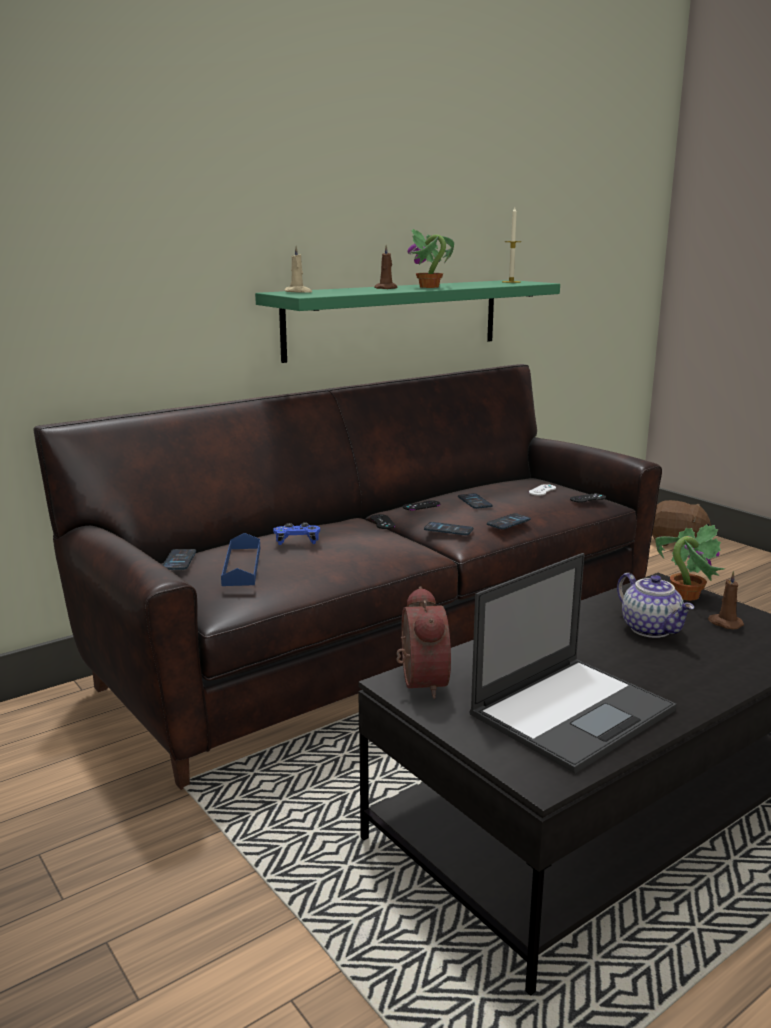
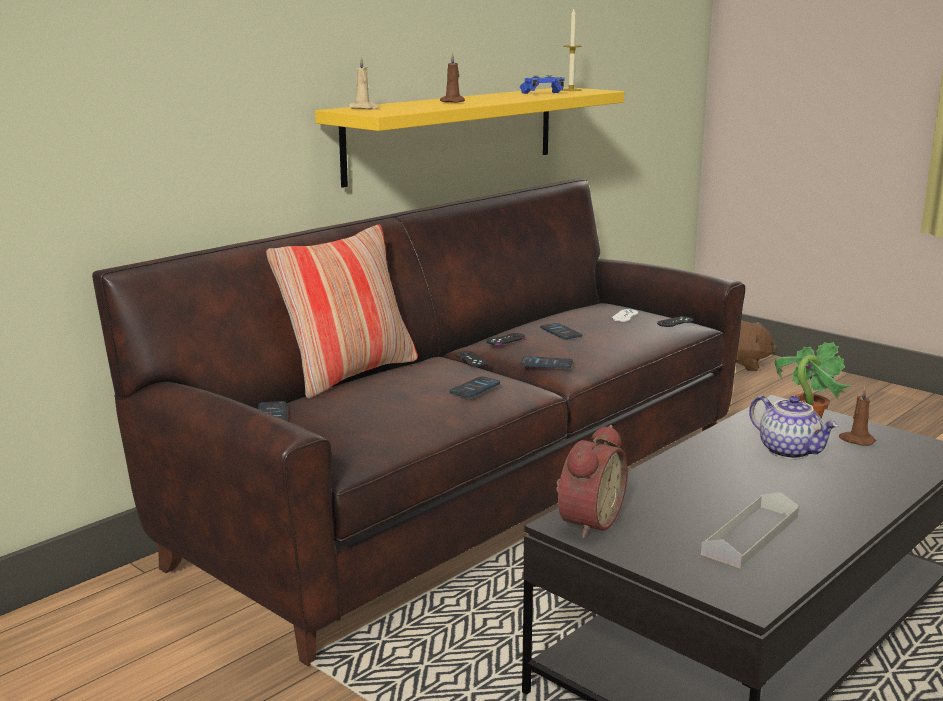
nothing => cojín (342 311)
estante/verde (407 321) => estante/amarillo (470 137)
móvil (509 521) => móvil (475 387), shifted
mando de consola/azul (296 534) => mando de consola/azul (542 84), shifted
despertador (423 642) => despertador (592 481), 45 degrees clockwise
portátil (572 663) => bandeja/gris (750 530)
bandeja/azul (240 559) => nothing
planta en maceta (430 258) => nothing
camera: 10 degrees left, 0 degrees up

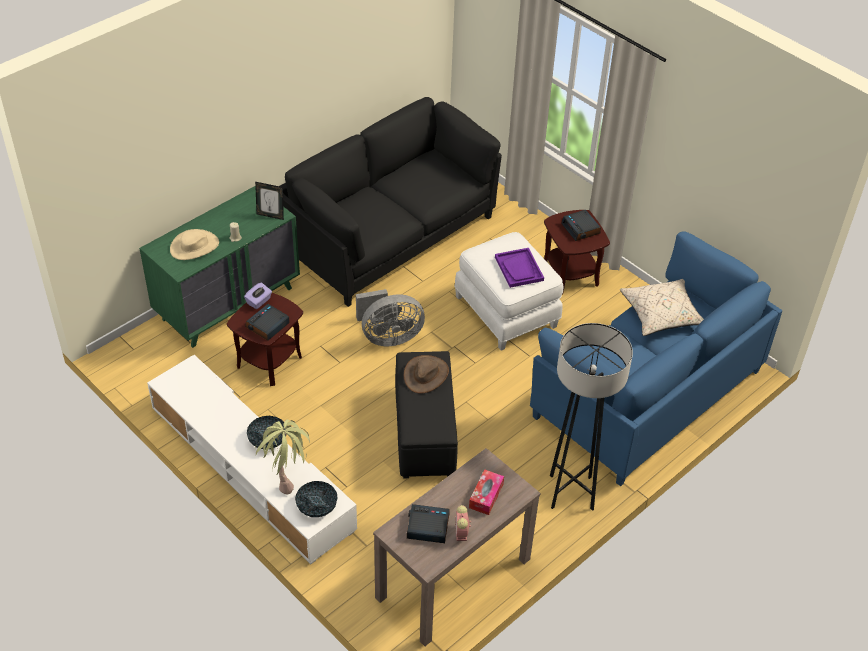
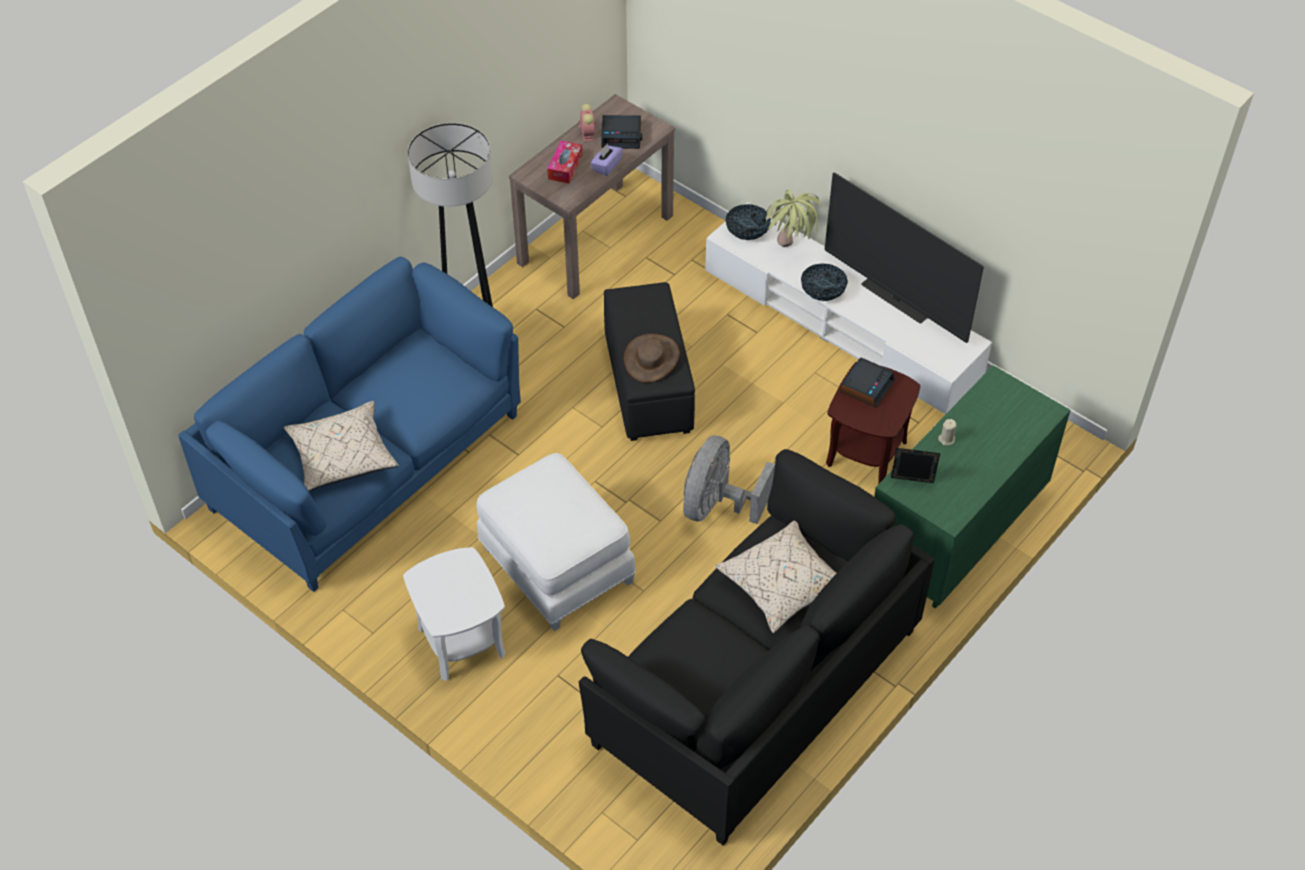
mesa auxiliar/marrón (577 252) => mesa auxiliar/blanco (454 614)
caja de pañuelos/morado (258 295) => caja de pañuelos/morado (606 159), shifted
ventilador/gris (390 317) => ventilador/gris (729 479), 45 degrees counterclockwise
nothing => cojín/beis (776 577)
nothing => televisor (904 257)
sombrero/beis (194 244) => nothing
bandeja/morado (519 268) => nothing
despertador (581 225) => nothing
camera: 175 degrees right, 5 degrees up

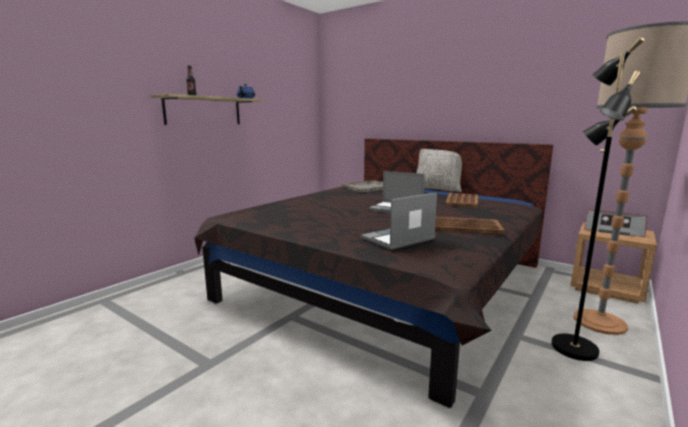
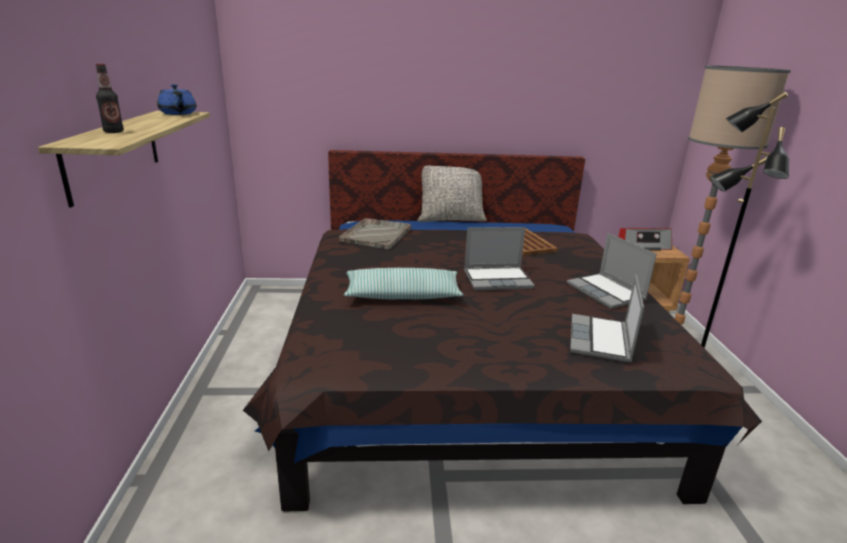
nothing => cojín (403 283)
bandeja/marrón (470 225) => portátil (612 271)
camera: 40 degrees left, 10 degrees up

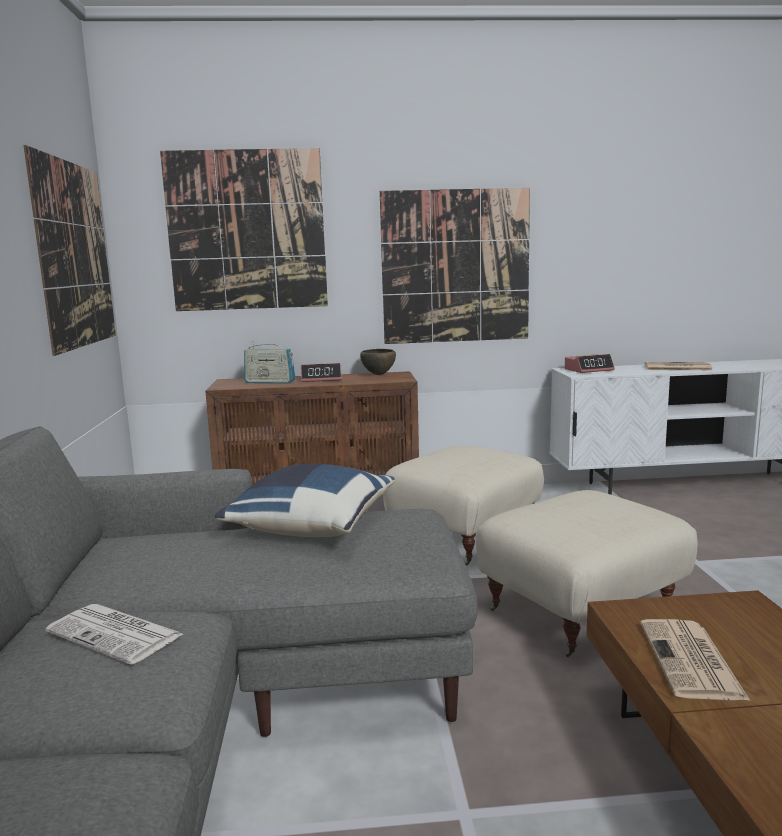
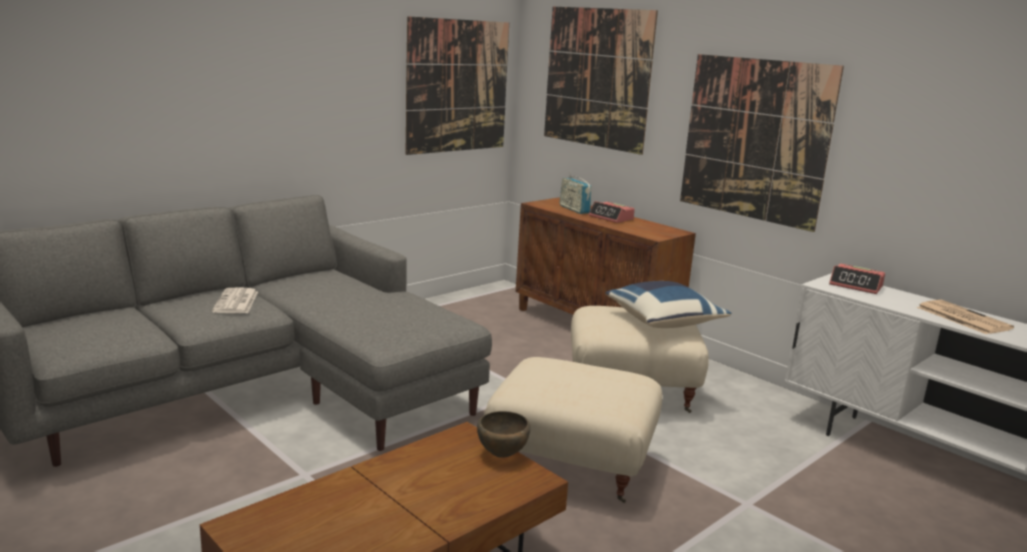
cuenco/marrón (378 362) => cuenco/marrón (503 434), shifted
cojín/azul (305 500) => cojín/azul (668 304), shifted
periódico (695 660) => nothing
camera: 50 degrees right, 5 degrees up

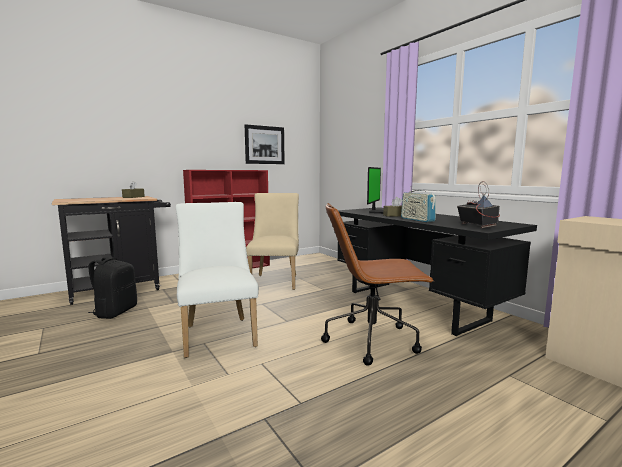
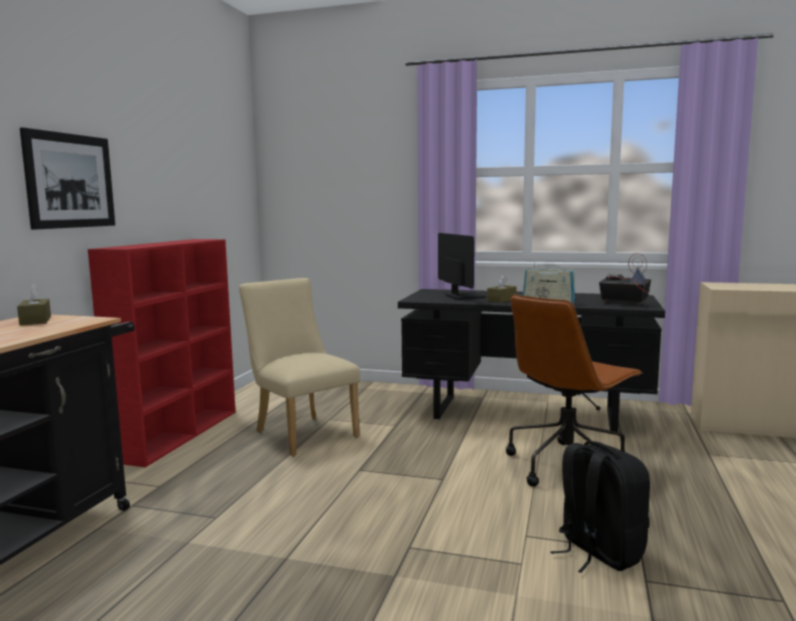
cuadro (265 144) => cuadro (67 178), shifted
mochila/negro (112 288) => mochila/negro (600 507), shifted
silla/blanco (217 280) => nothing
camera: 40 degrees left, 0 degrees up

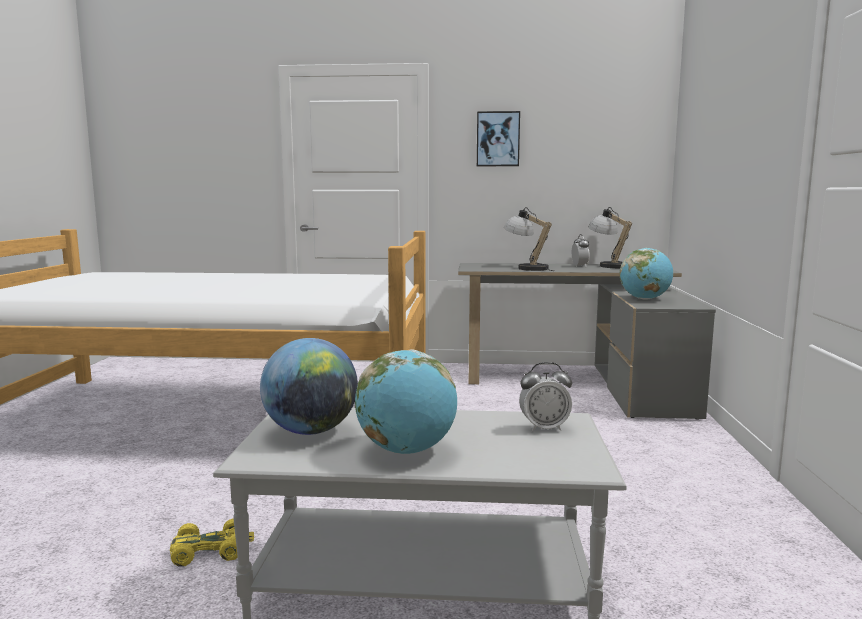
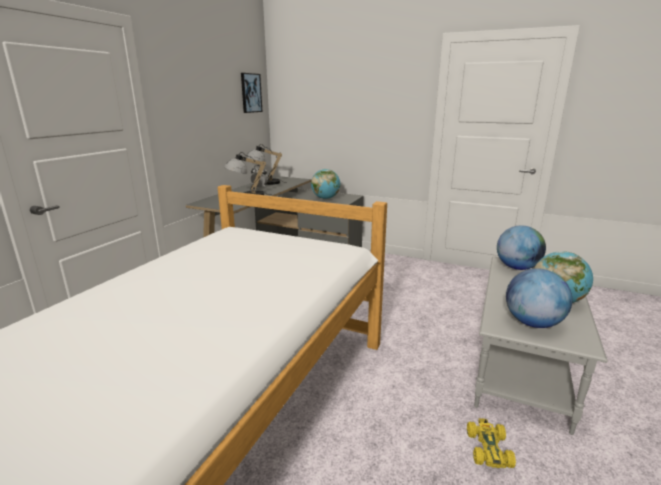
cuadro (498 138) => cuadro (252 93), shifted
despertador (545 397) => globo terráqueo (521 247)
camera: 70 degrees left, 10 degrees up

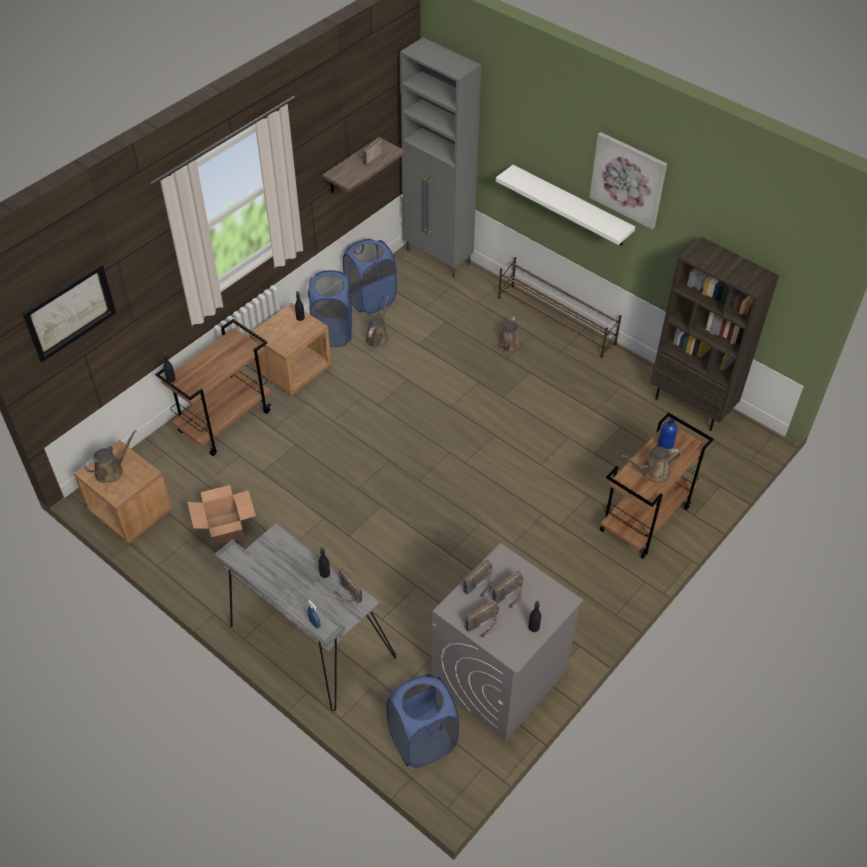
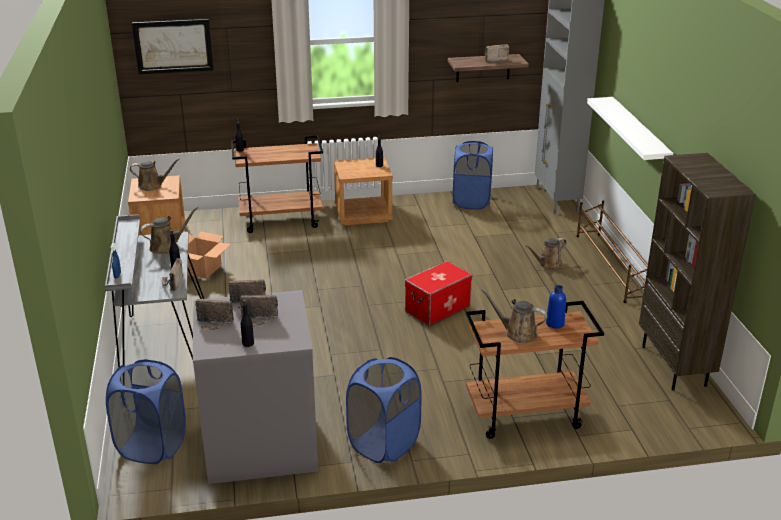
regadera/marrón (377 321) => regadera/marrón (169 230), shifted
cesto de la ropa/azul (330 308) => cesto de la ropa/azul (384 410), shifted
nothing => caja de almacenaje (438 293)
cuadro (628 180) => nothing
camera: 40 degrees right, 20 degrees down

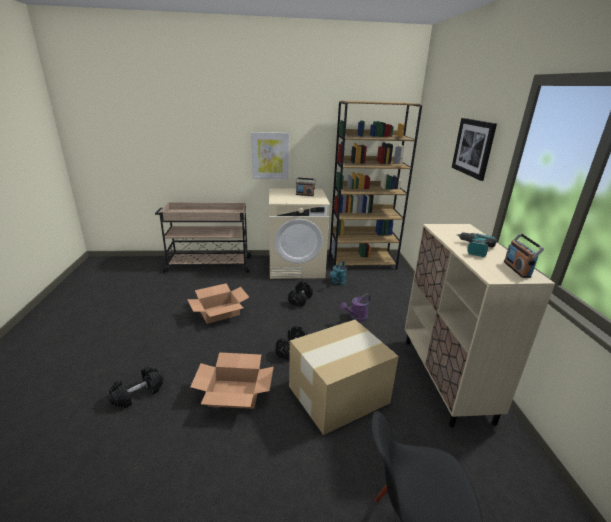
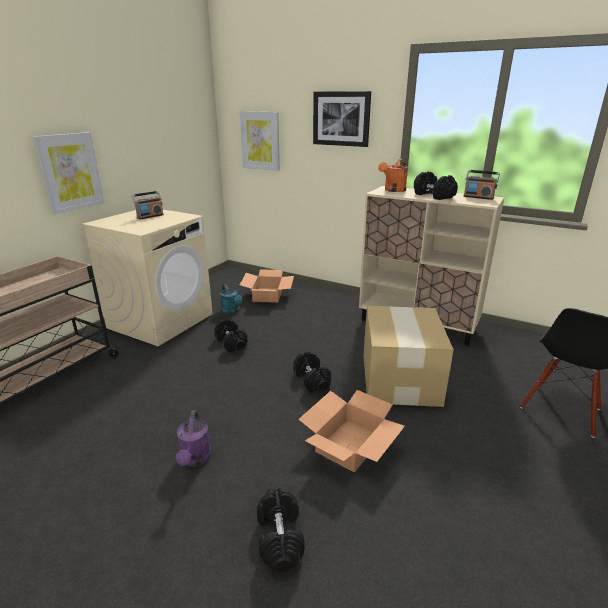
regadera/morado (355 307) => regadera/morado (194 438), shifted
nothing => cuadro (260 141)
caja de cartón (218 303) => caja de cartón (267 285), shifted
nothing => regadera/naranja (392 175)
taladro (477 244) => mancuerna/negro (436 185)
estantería/marrón (375 185) => nothing
camera: 55 degrees left, 0 degrees up

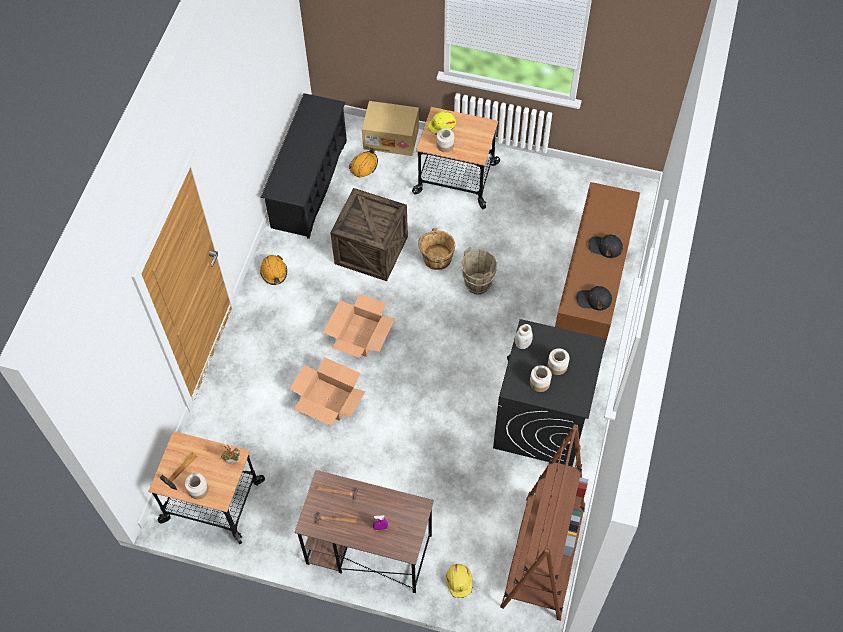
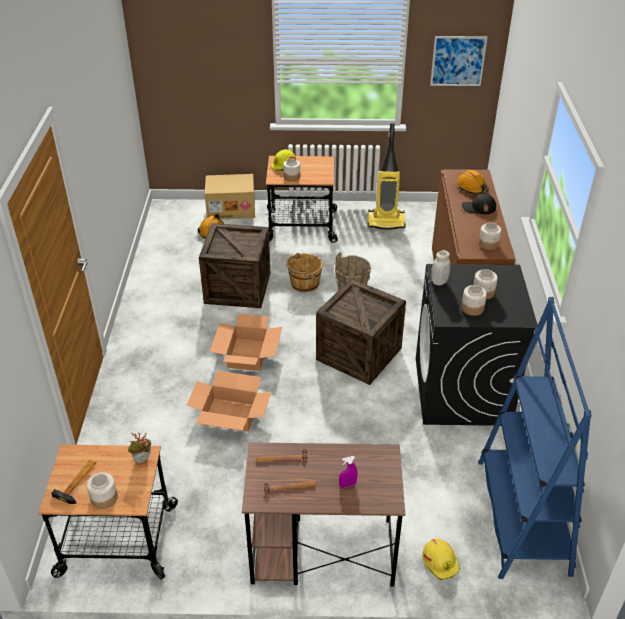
nothing => caja de embalaje (361 332)
nothing => aspiradora (387 176)
nothing => cuadro (458 61)
casco/naranja (273 270) => casco/naranja (473 182), shifted
estantería/marrón (544 522) => estantería/azul (535 438)
gorra/negro (594 298) => tarro (490 236)
zapatero/negro (303 166) => nothing
camera: 15 degrees left, 20 degrees down

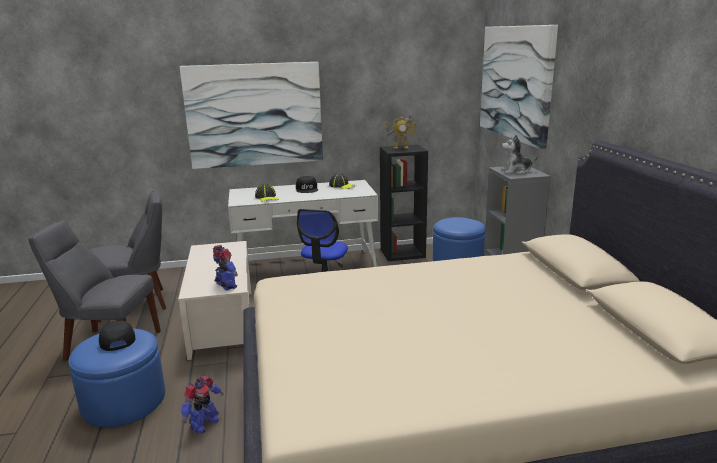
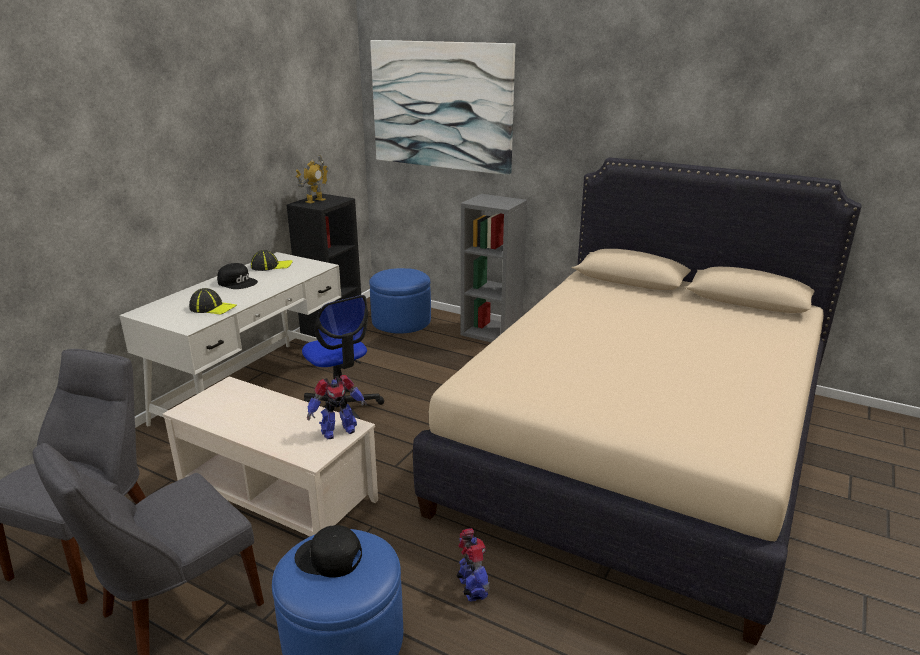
robot de juguete (225 268) => robot de juguete (337 407), 150 degrees clockwise
cuadro (251 115) => nothing
peluche (519 154) => nothing
camera: 50 degrees left, 5 degrees up

